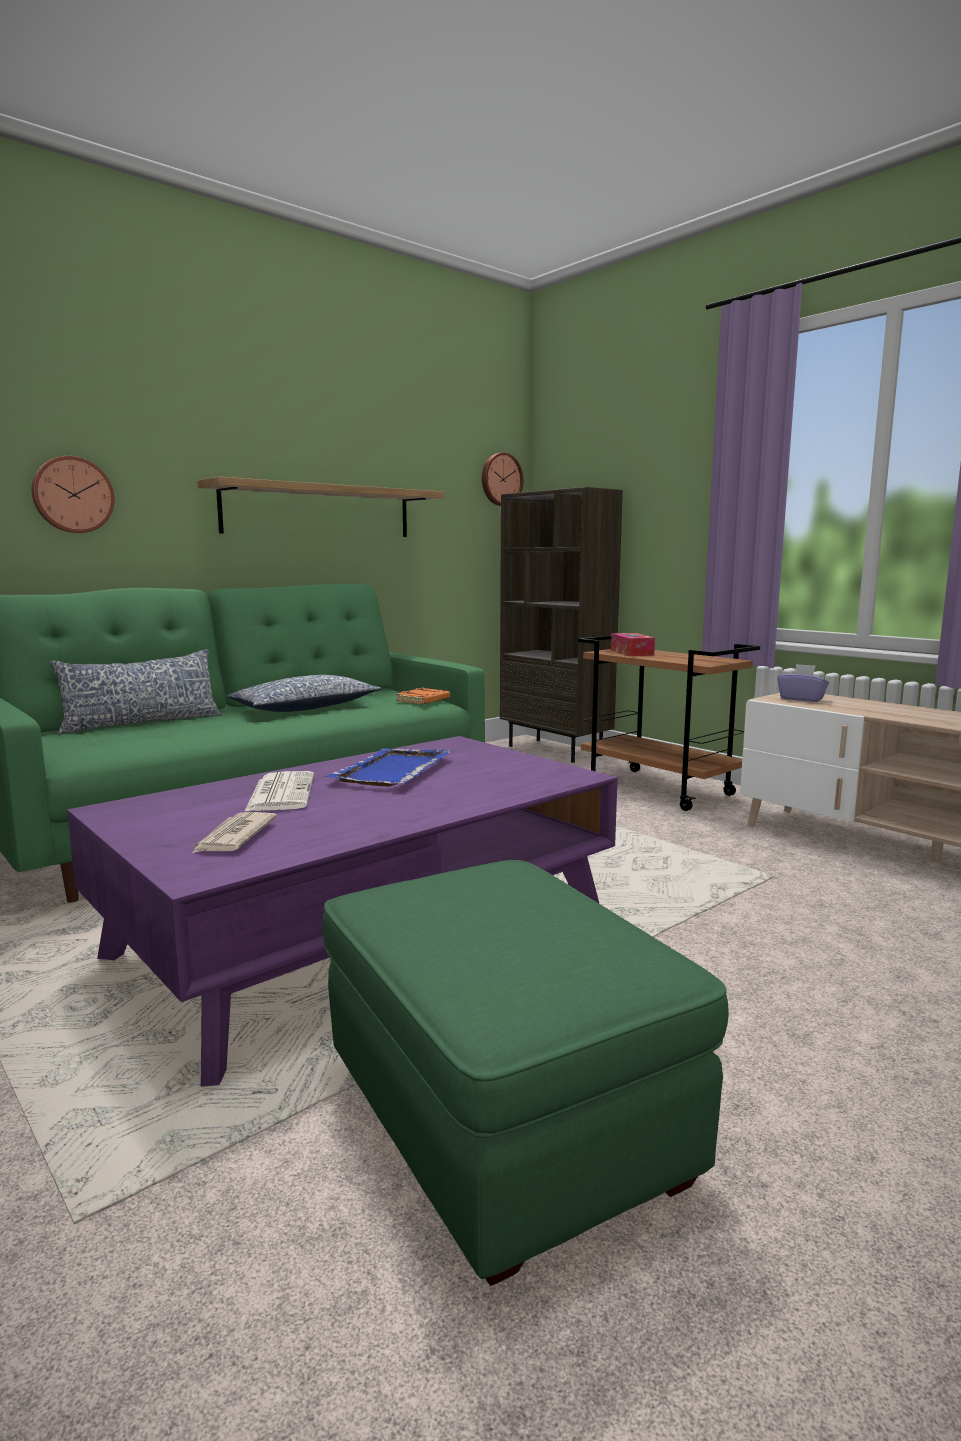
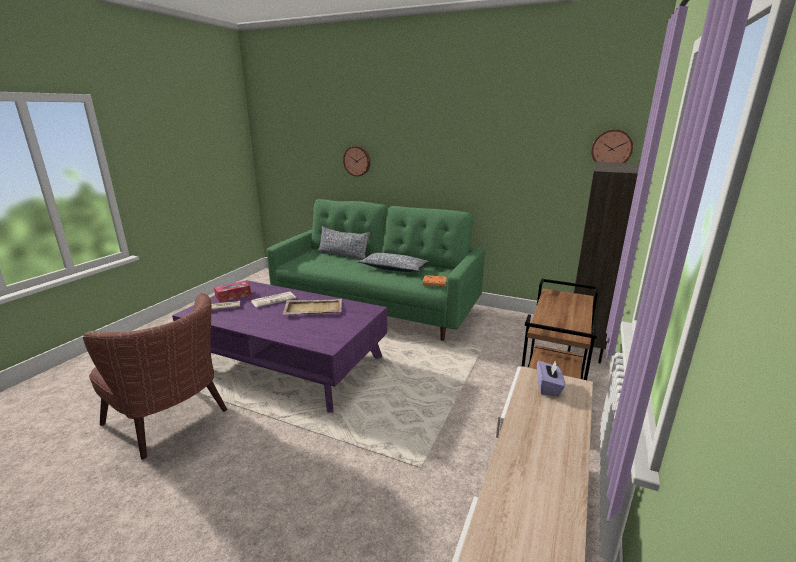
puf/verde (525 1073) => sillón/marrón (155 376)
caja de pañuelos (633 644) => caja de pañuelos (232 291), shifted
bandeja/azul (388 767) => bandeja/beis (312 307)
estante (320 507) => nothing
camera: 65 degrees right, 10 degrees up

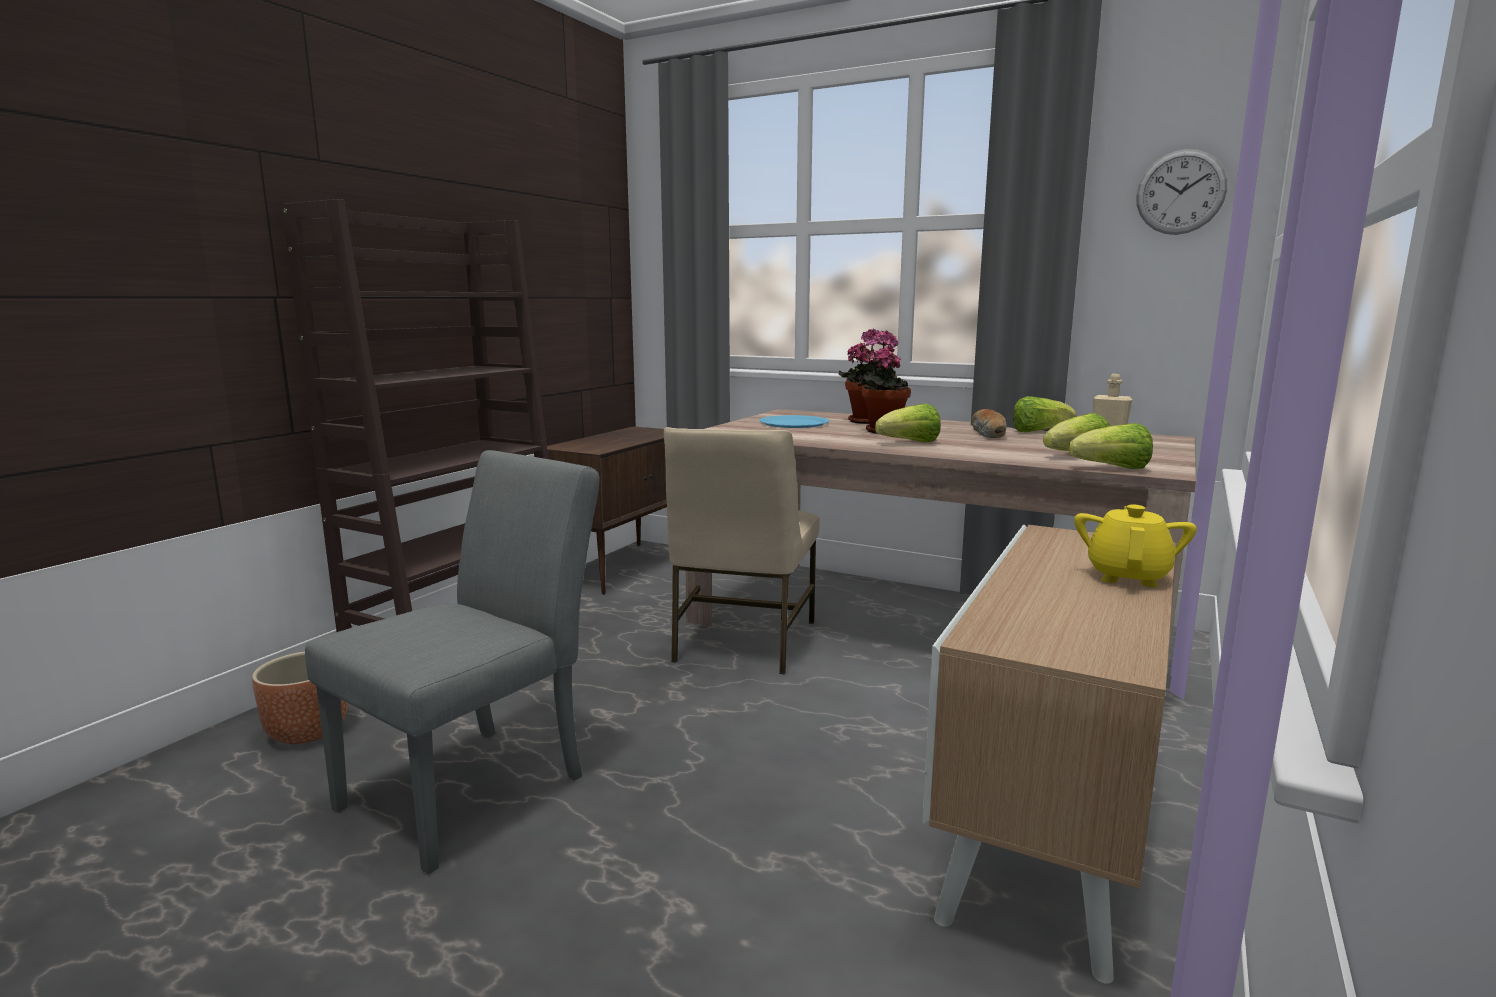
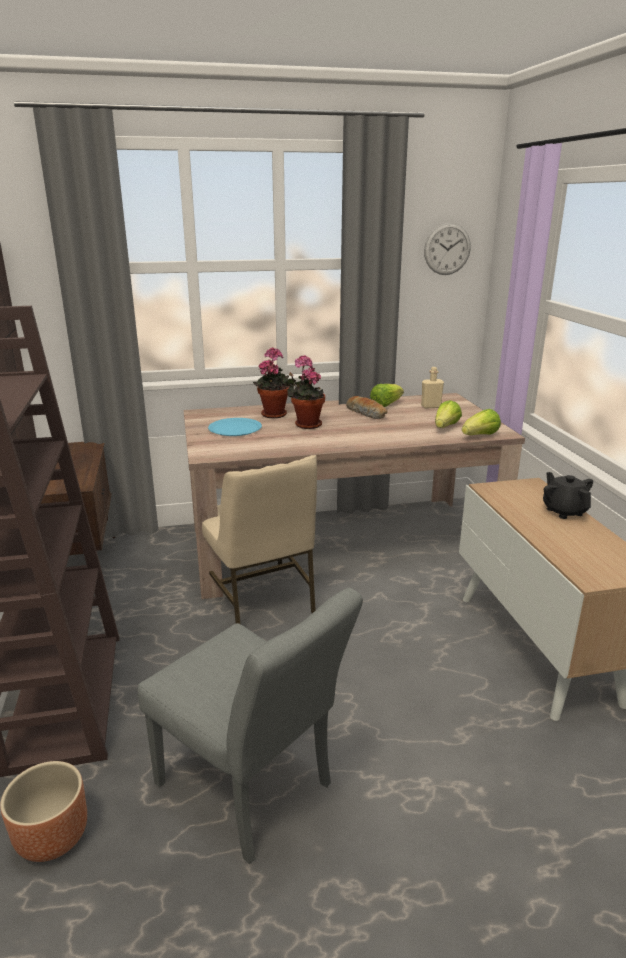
silla/gris (452 662) => silla/gris (250 726), 135 degrees clockwise
tetera/amarillo (1135 546) => tetera/negro (568 495)
lechuga (908 423) => nothing
camera: 40 degrees left, 10 degrees up

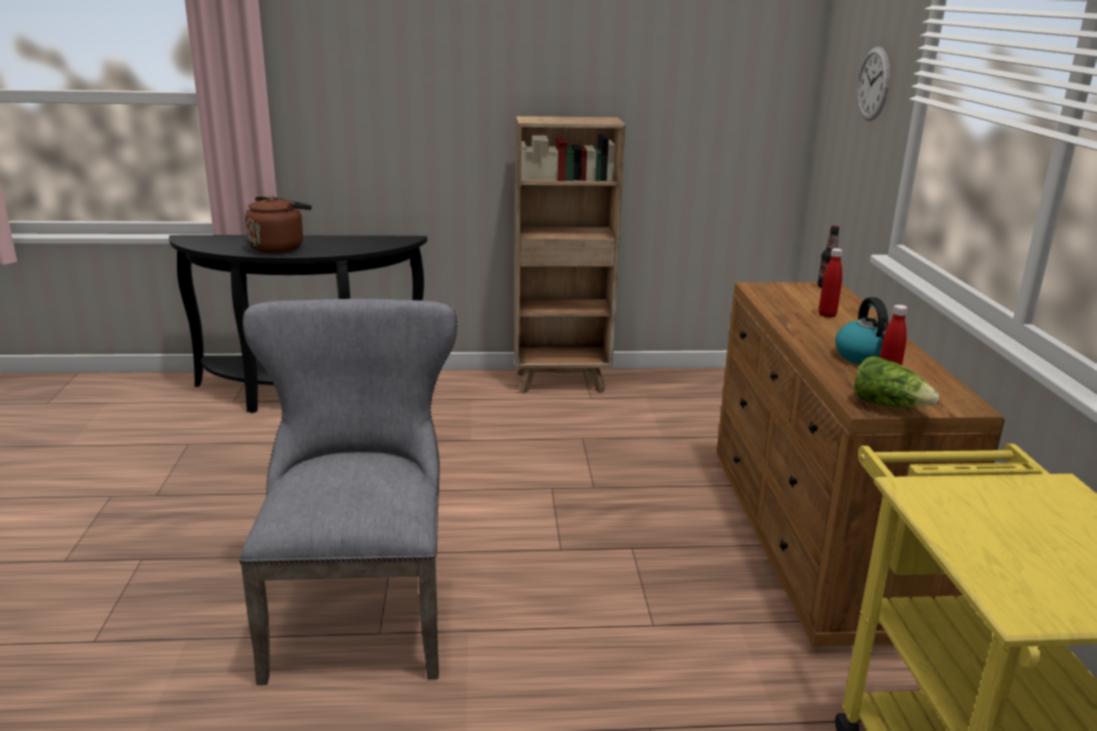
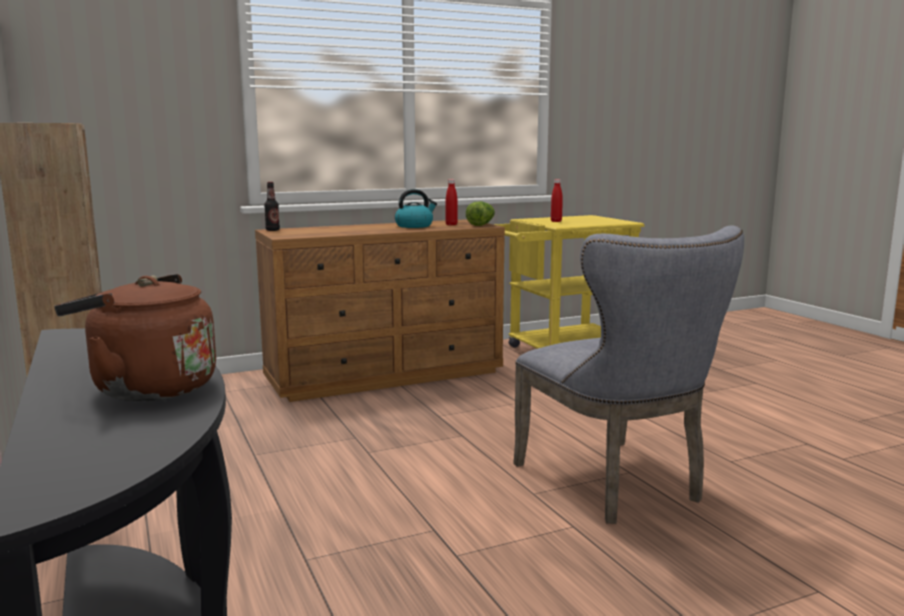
silla/gris (348 492) => silla/gris (628 374), 90 degrees counterclockwise
botella/rojo (831 283) => botella/rojo (557 200), shifted
reloj de pared (873 84) => nothing
camera: 110 degrees left, 10 degrees down

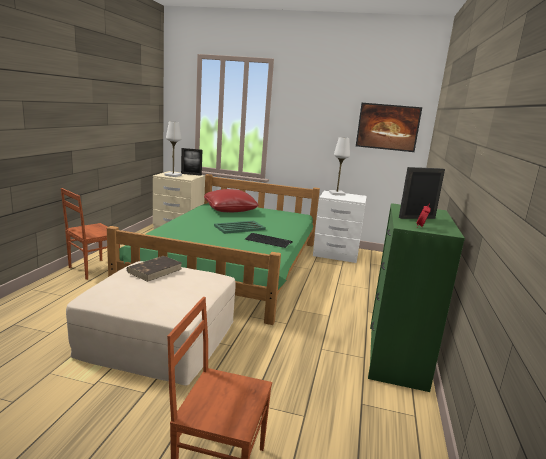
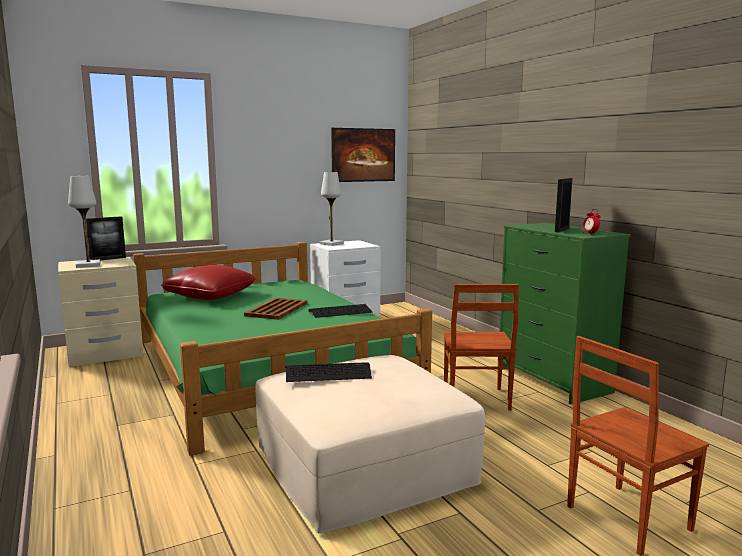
bandeja/verde (240 227) => bandeja/marrón (275 309)
libro/marrón (154 269) => teclado (328 372)
silla/marrón (90 234) => silla/marrón (481 347), shifted
camera: 40 degrees left, 5 degrees down

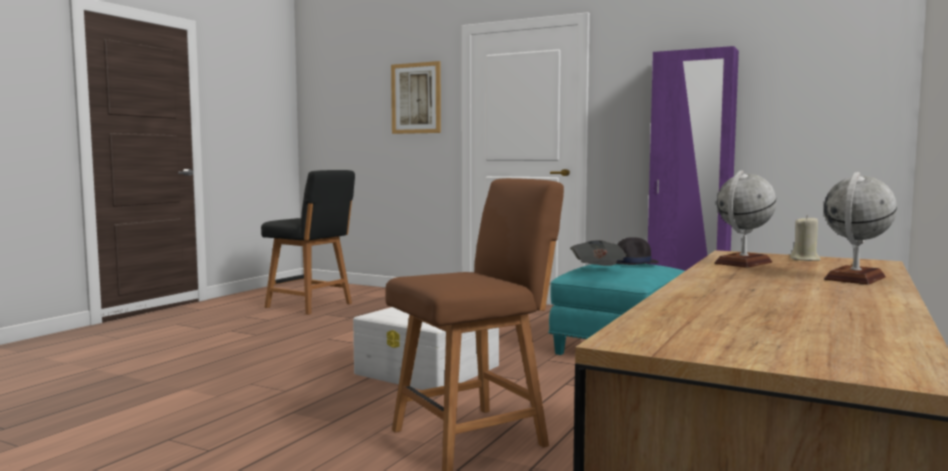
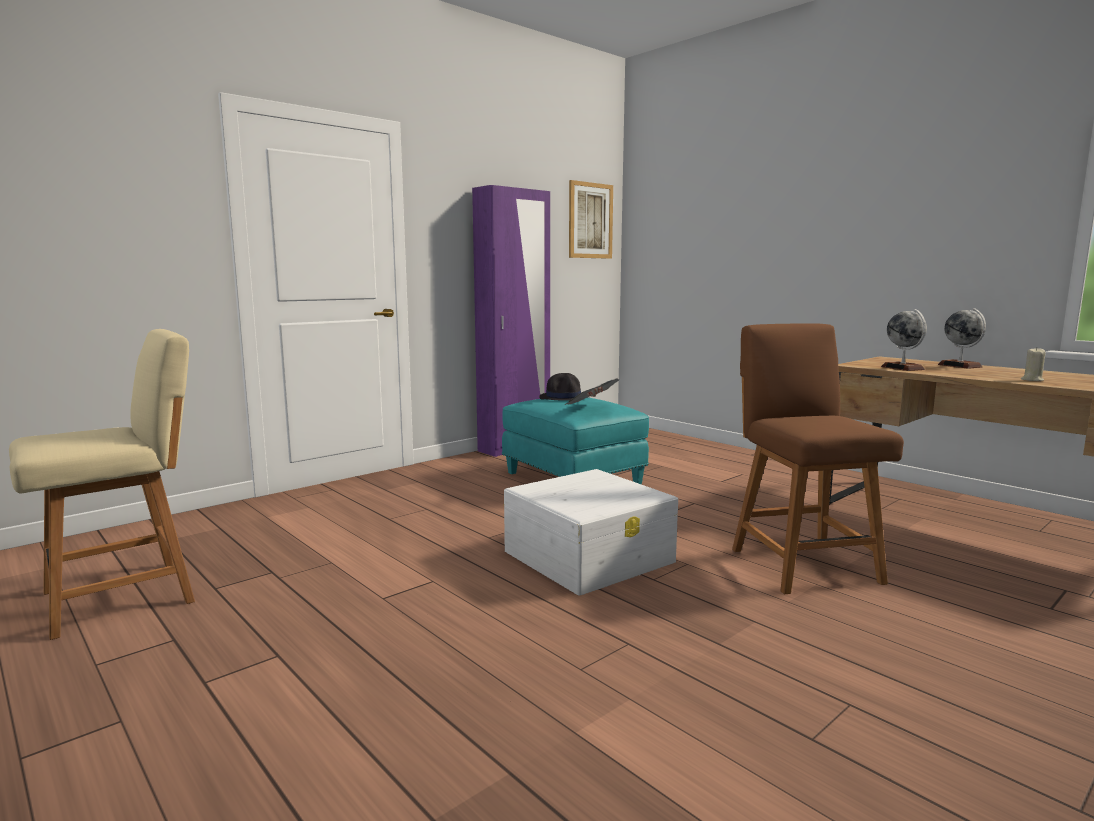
silla/negro (308 242) => silla/beis (102 484)
cuadro (416 97) => cuadro (591 219), shifted
vela/beis (805 238) => vela/beis (1033 364), shifted
camera: 70 degrees left, 5 degrees up

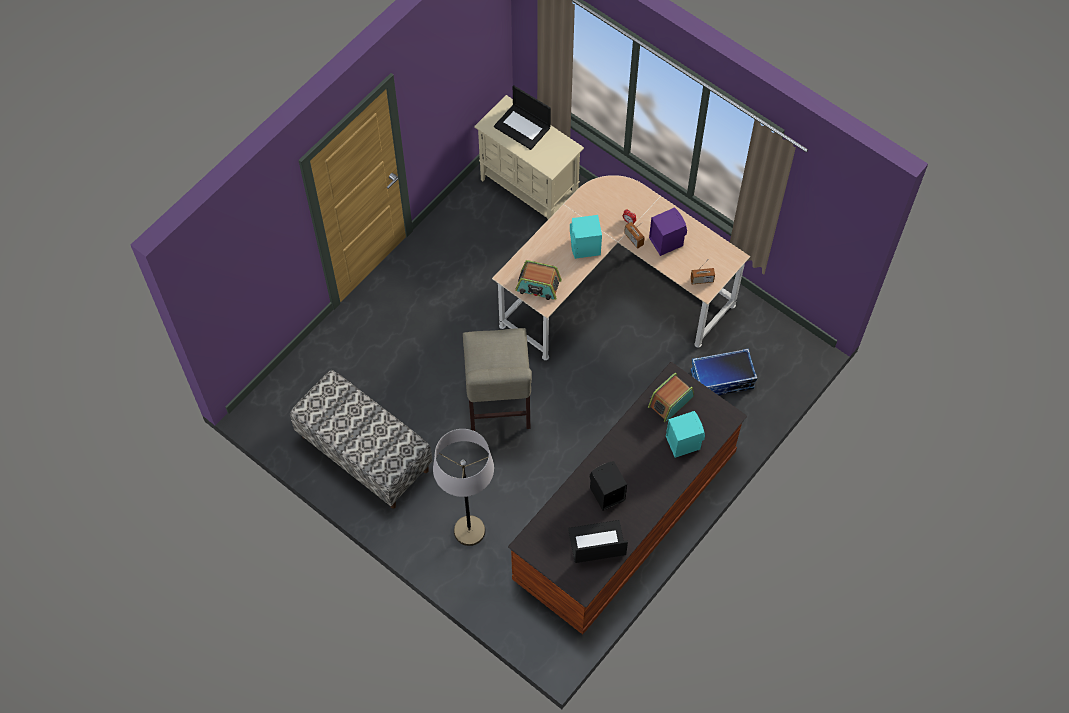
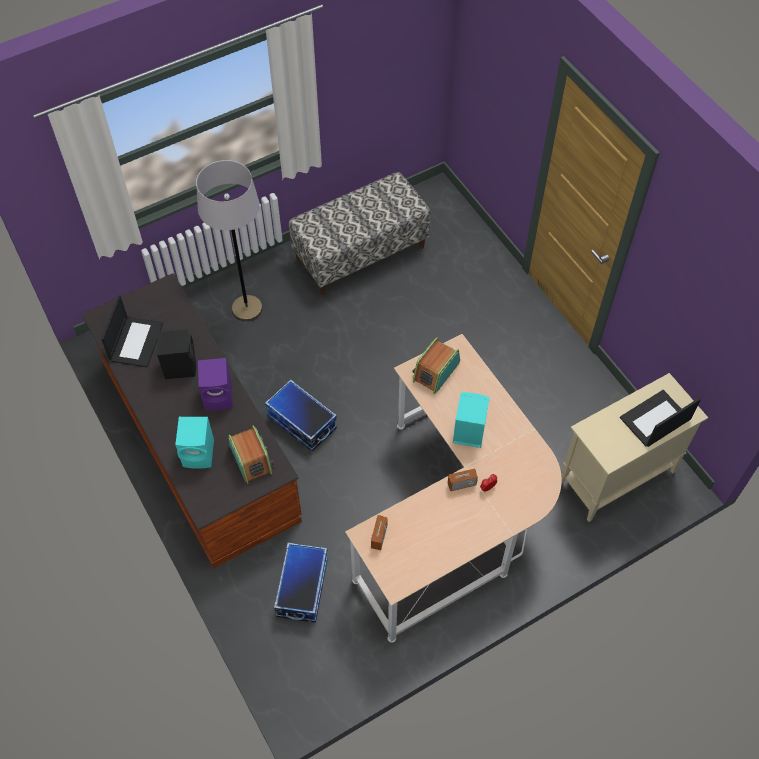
altavoz/morado (668 231) => altavoz/morado (215 384), shifted
nothing => caja de almacenaje (301 415)
silla/beis (497 379) => nothing
camera: 110 degrees right, 5 degrees down

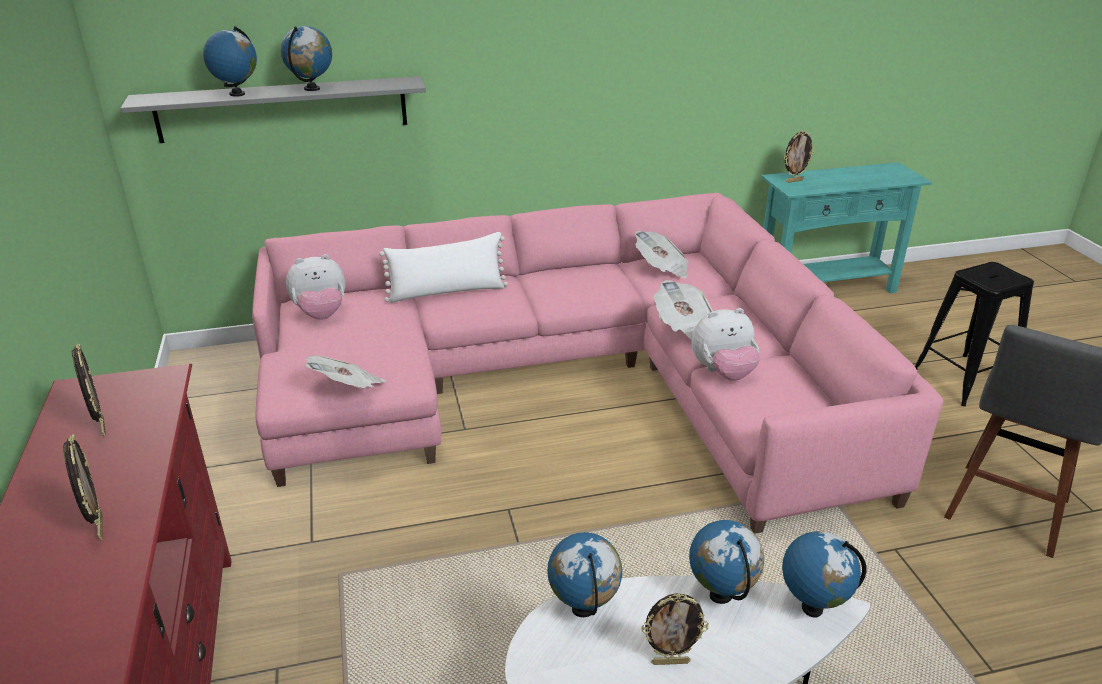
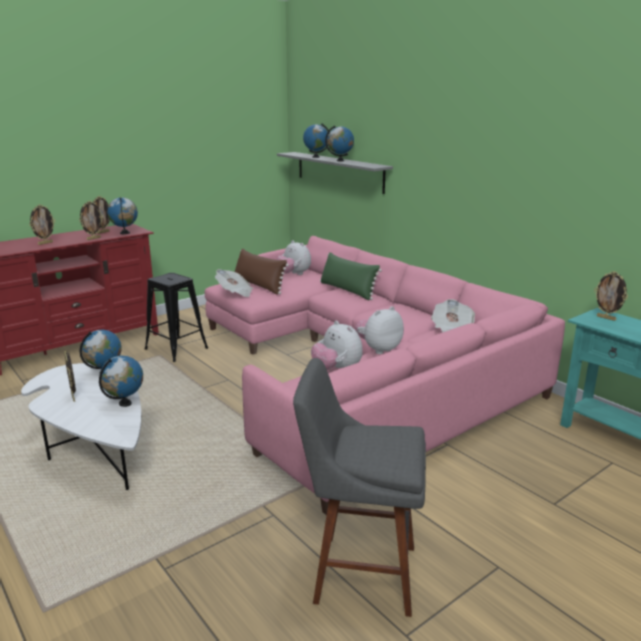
nothing => portarretratos (91 220)
globo terráqueo (824 574) => globo terráqueo (122 215), shifted
taburete/negro (974 334) => taburete/negro (176 317), shifted
nothing => cojín/marrón (262 271)
cojín/blanco (443 267) => cojín/verde (351 276)
periódico (683 310) => peluche (379 330)
camera: 65 degrees right, 10 degrees down

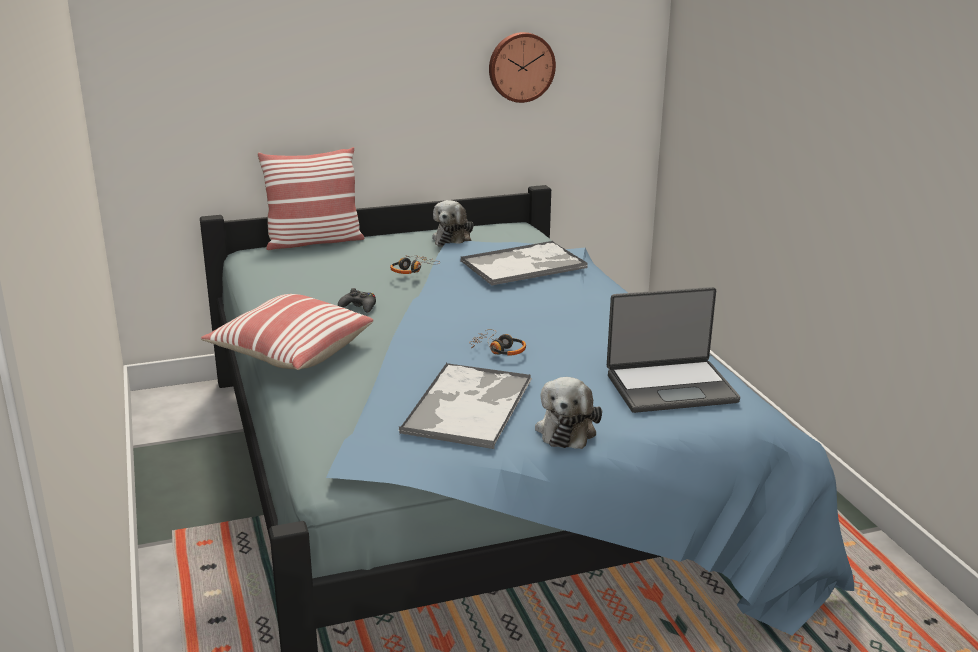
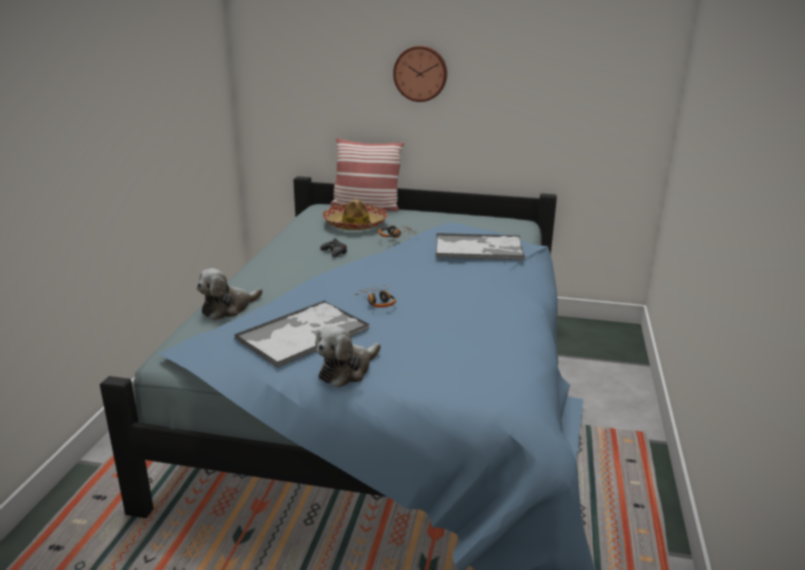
peluche (453 223) => peluche (229 294), shifted
nothing => sombrero (355 214)
reloj de pared (522 67) => reloj de pared (420 74), shifted
cojín (287 332) => nothing
portátil (673 350) => nothing
camera: 30 degrees right, 0 degrees up

